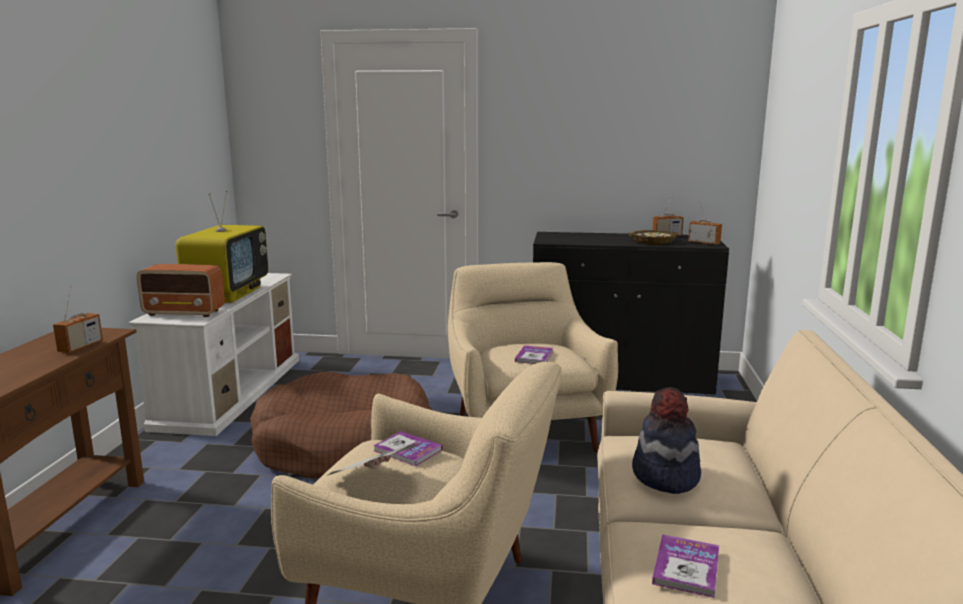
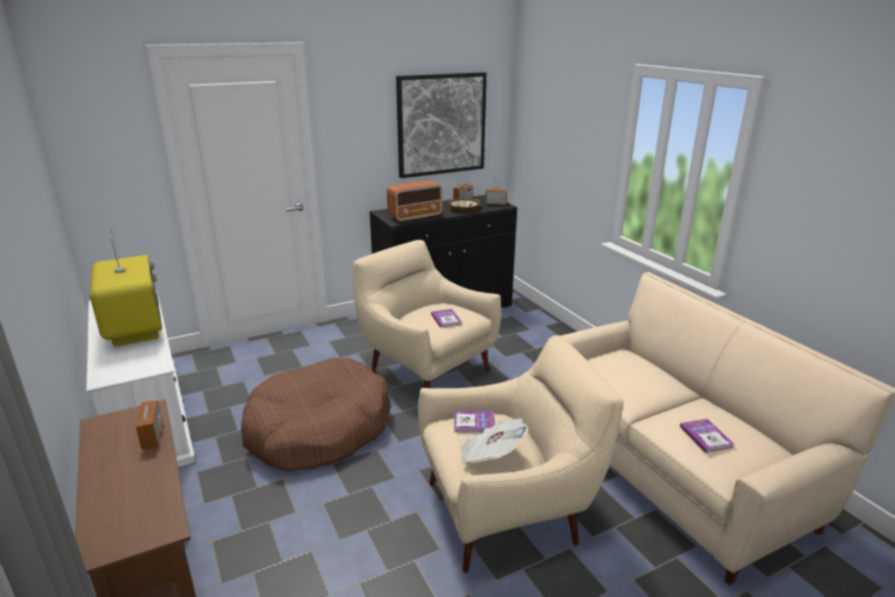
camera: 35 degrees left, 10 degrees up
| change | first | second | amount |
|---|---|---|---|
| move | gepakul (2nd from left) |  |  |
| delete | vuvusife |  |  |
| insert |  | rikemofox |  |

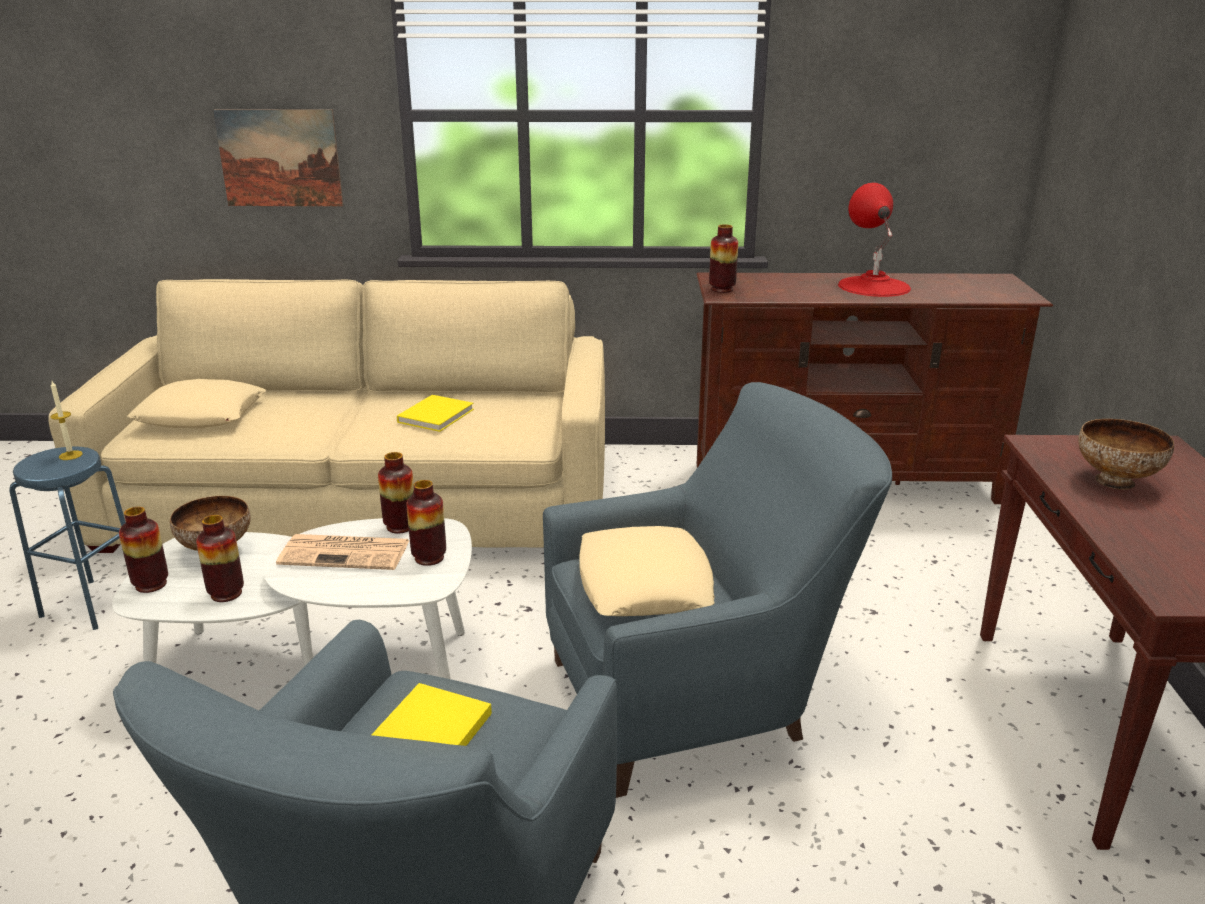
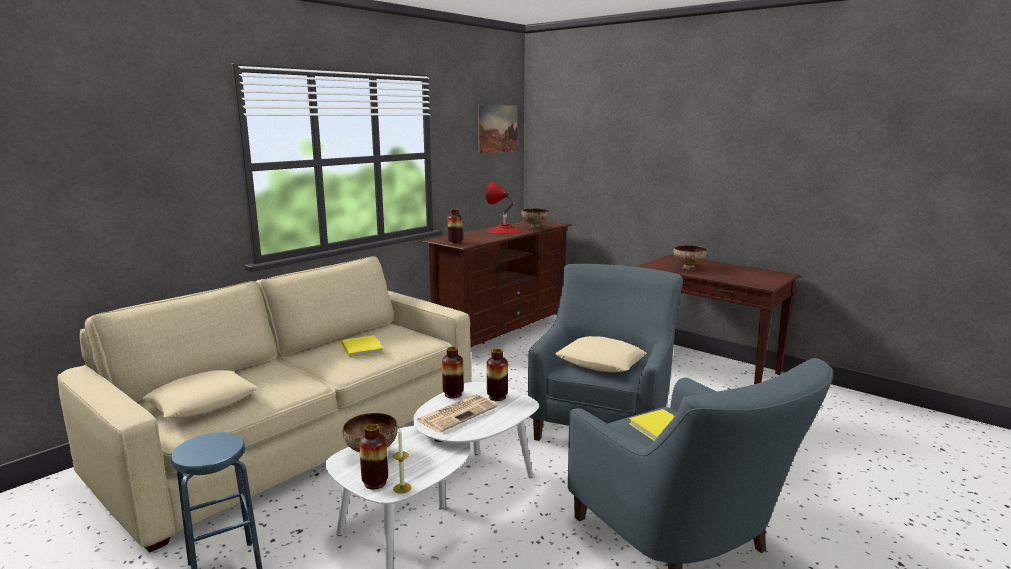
camera: 50 degrees left, 10 degrees down
| change | first | second | amount |
|---|---|---|---|
| move | rikemofox |  |  |
| move | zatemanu |  |  |
| delete | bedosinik (2nd from left) |  |  |
| insert |  | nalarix (2nd from left) |  |

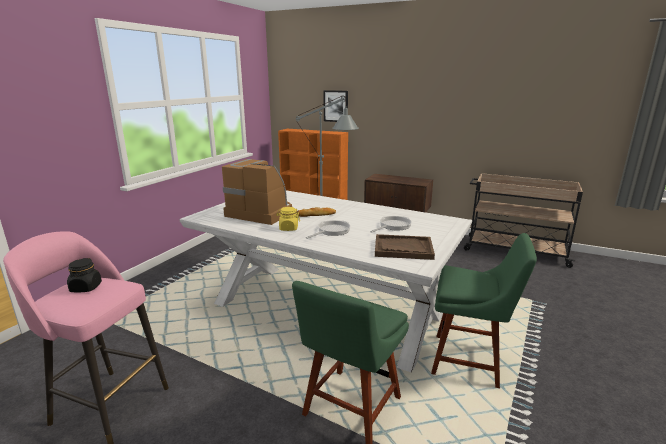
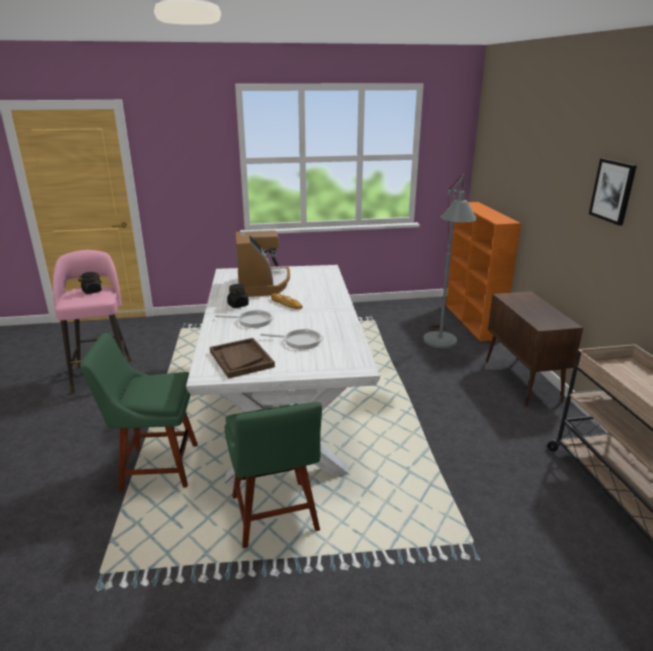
camera: 55 degrees right, 5 degrees up
| change | first | second | amount |
|---|---|---|---|
| move | rikemofox |  |  |
| recolor | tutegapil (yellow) | tutegapil (black) (2nd from left) |  |

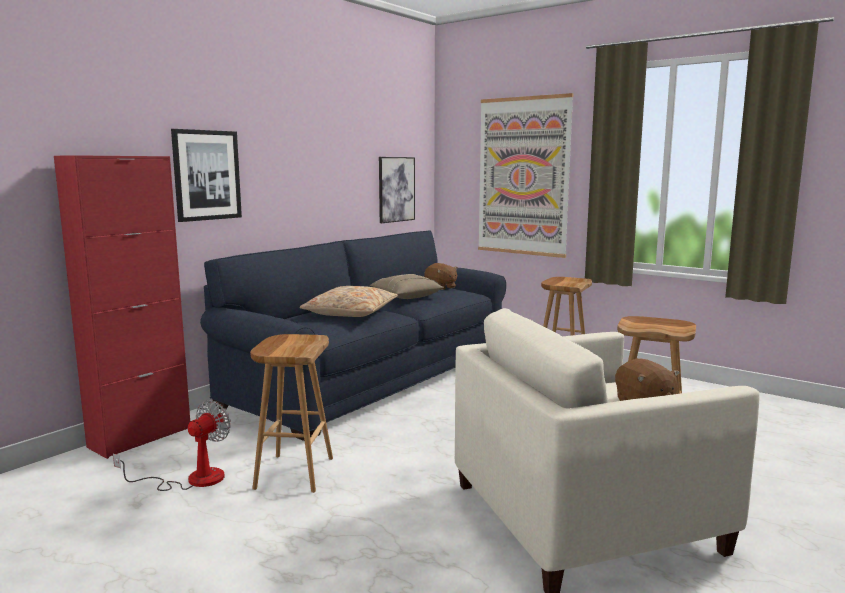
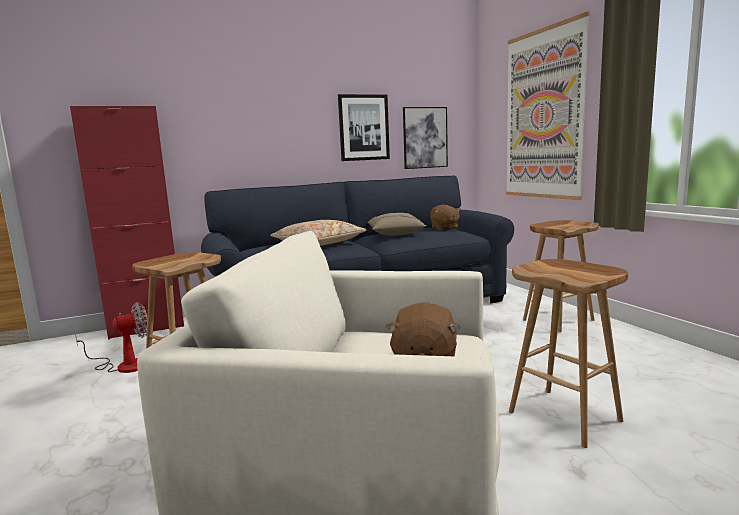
camera: 30 degrees right, 0 degrees up
| change | first | second | amount |
|---|---|---|---|
| move | rikemofox (1st from left) |  |  |

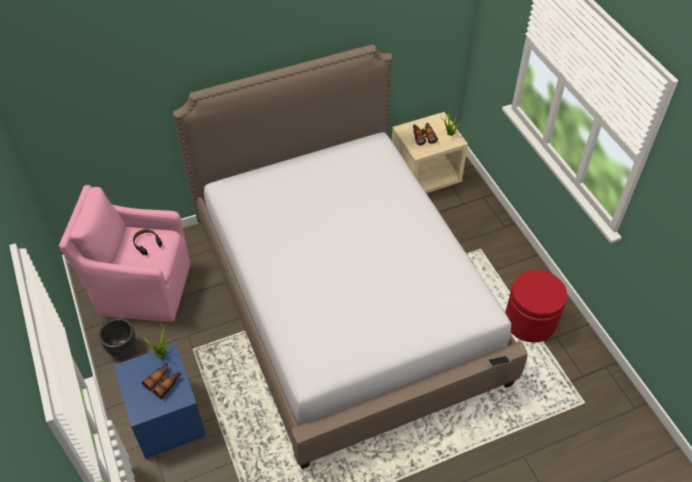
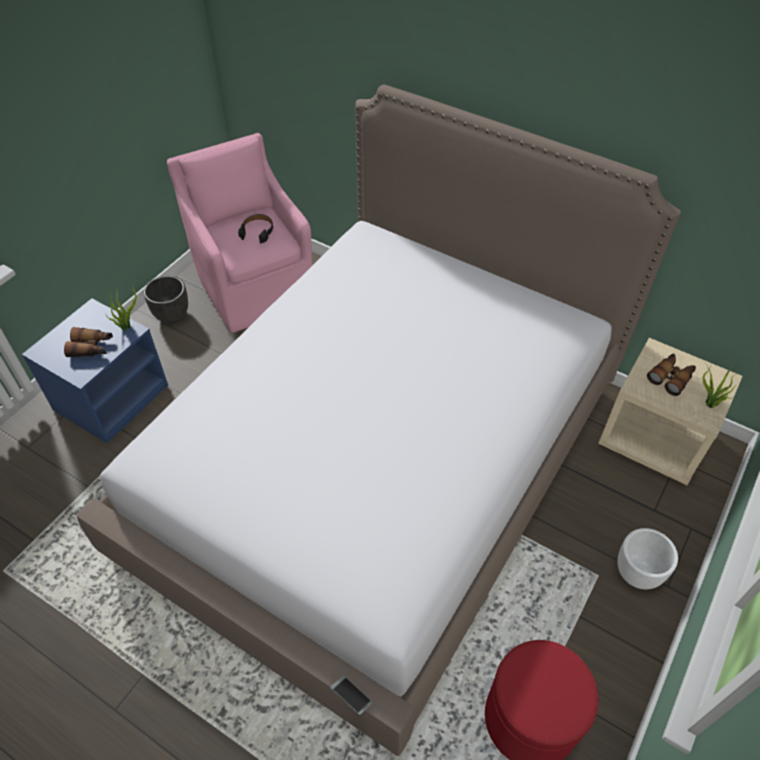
camera: 55 degrees right, 0 degrees up
| change | first | second | amount |
|---|---|---|---|
| insert |  | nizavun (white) |  |

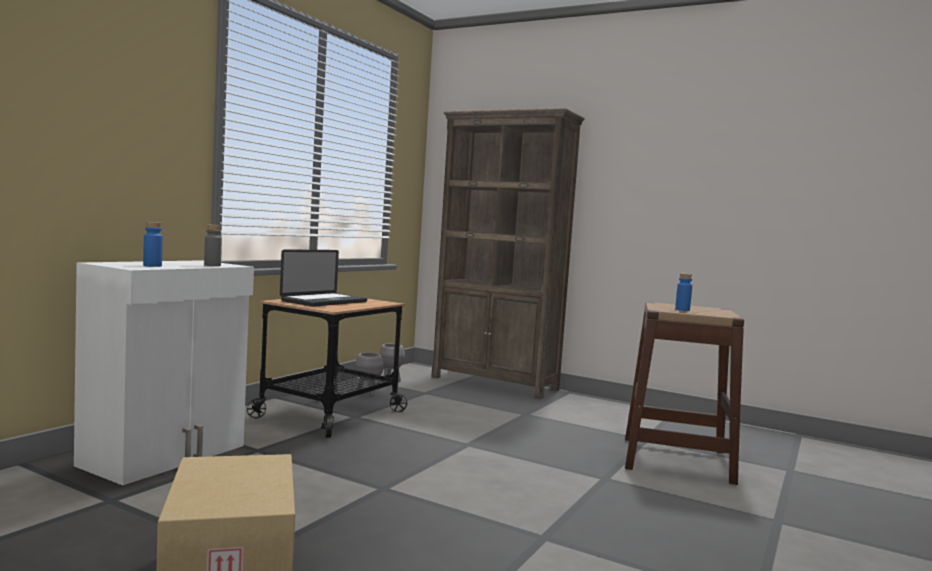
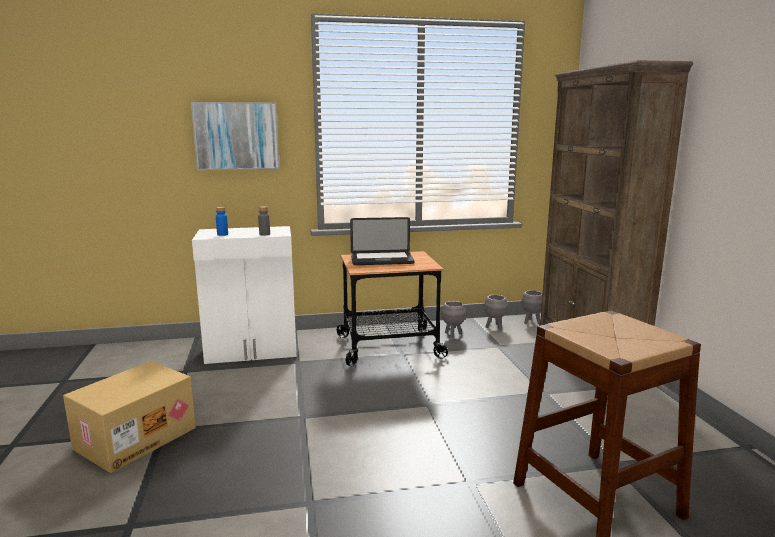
camera: 50 degrees right, 10 degrees up
| change | first | second | amount |
|---|---|---|---|
| delete | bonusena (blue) (2nd from left) |  |  |
| insert |  | rikemofox |  |
| insert |  | nizavun (grey) (3rd from left) |  |

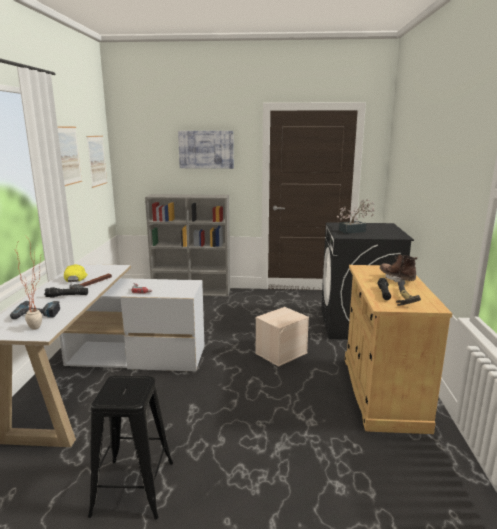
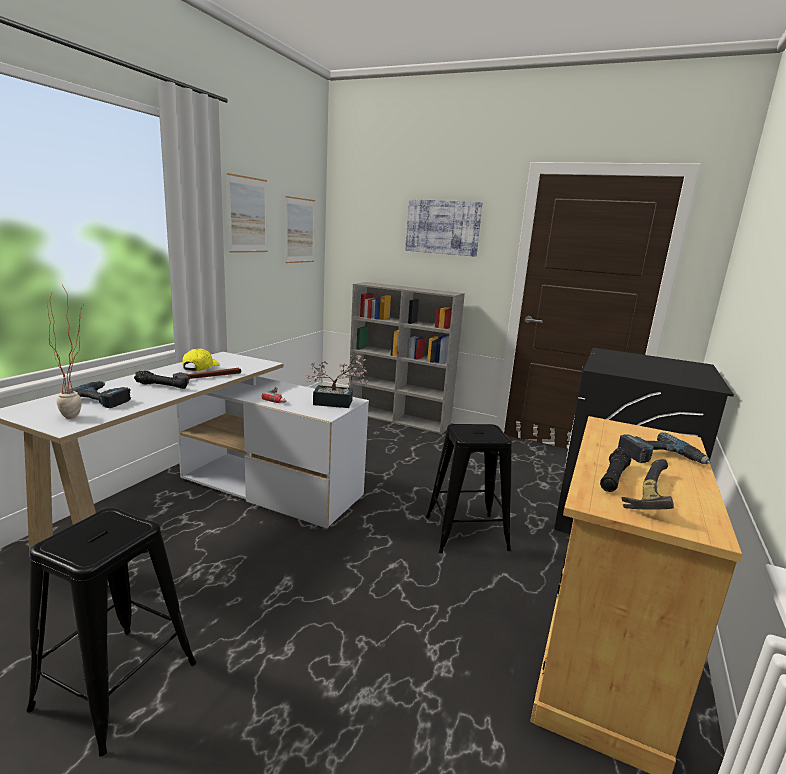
camera: 20 degrees right, 0 degrees up
| change | first | second | amount |
|---|---|---|---|
| move | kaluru (2nd from left) |  |  |
| replace | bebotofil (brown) | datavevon (3rd from left) |  |
| replace | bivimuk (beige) | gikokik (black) (2nd from left) |  |

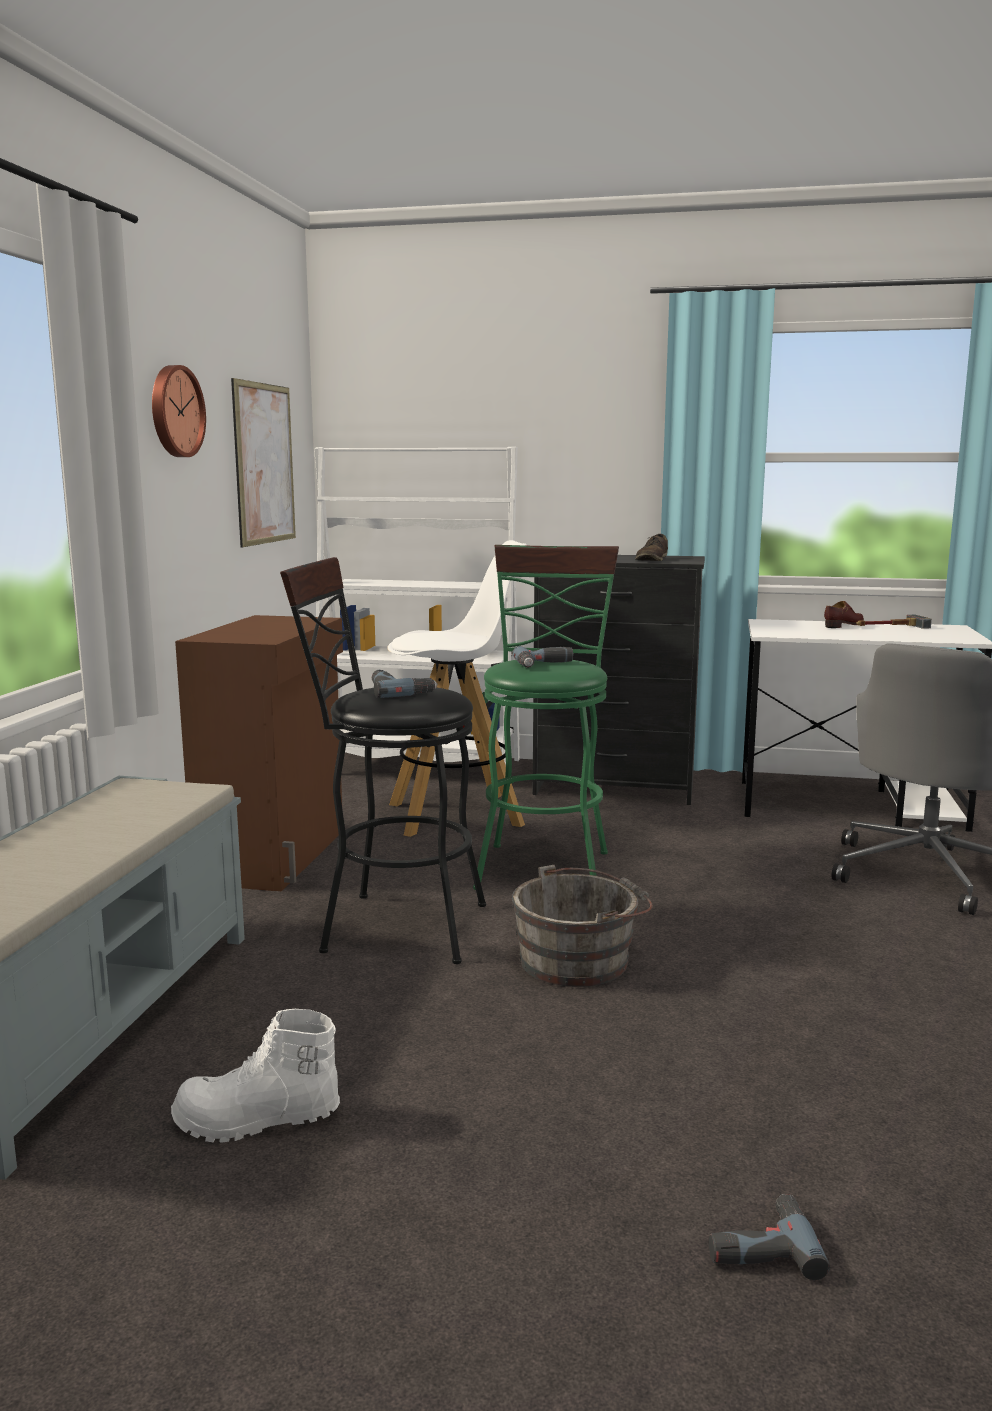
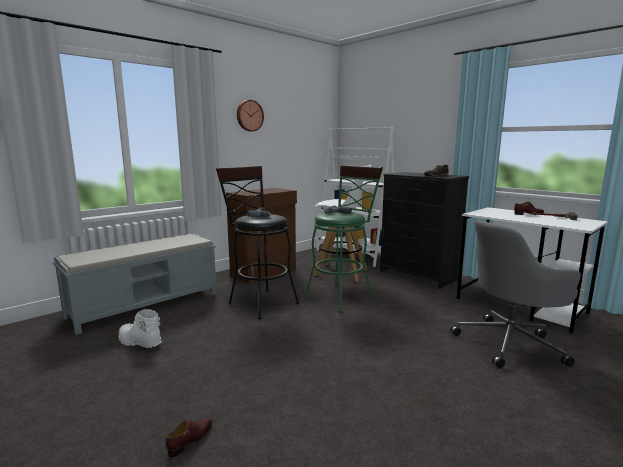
camera: 35 degrees right, 0 degrees up
| change | first | second | amount |
|---|---|---|---|
| delete | rikemofox |  |  |
| delete | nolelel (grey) |  |  |
| replace | datavevon (3rd from left) | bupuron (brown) (1st from left) |  |

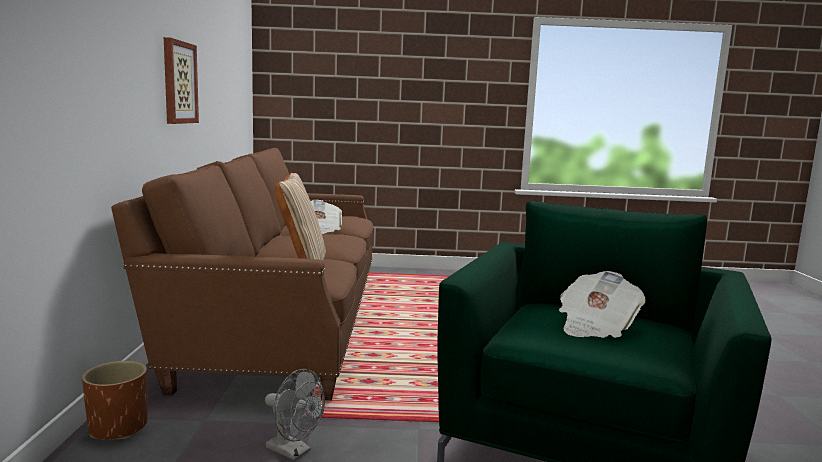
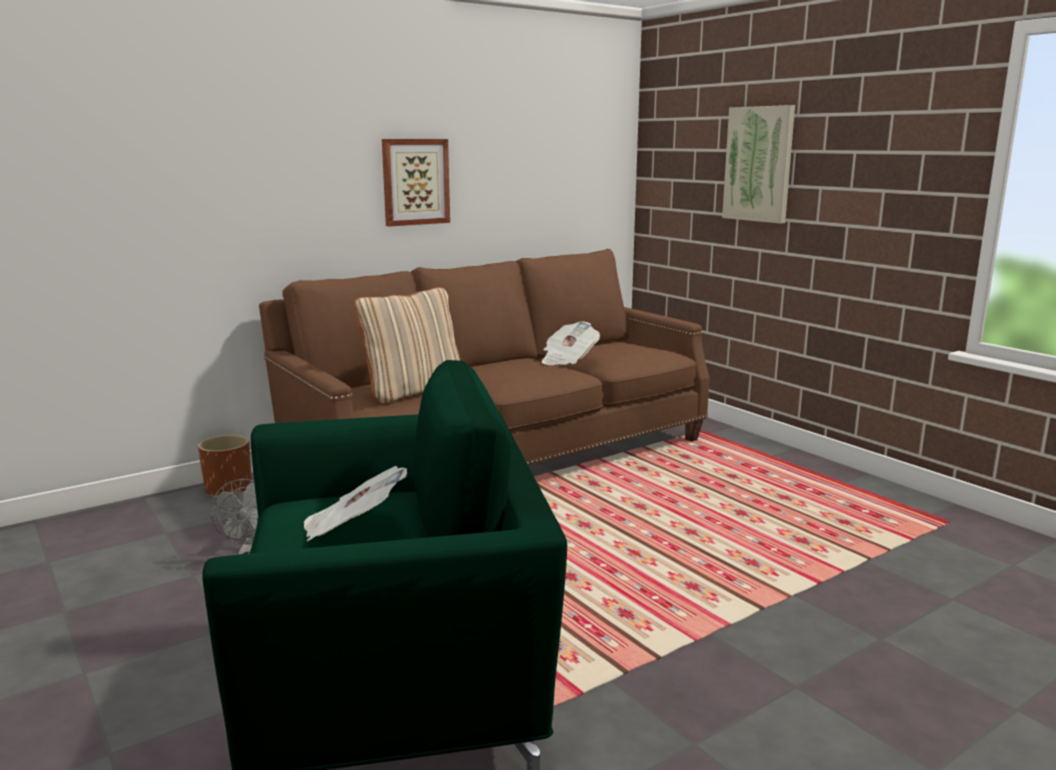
camera: 55 degrees right, 5 degrees up
| change | first | second | amount |
|---|---|---|---|
| insert |  | rikemofox (2nd from left) |  |

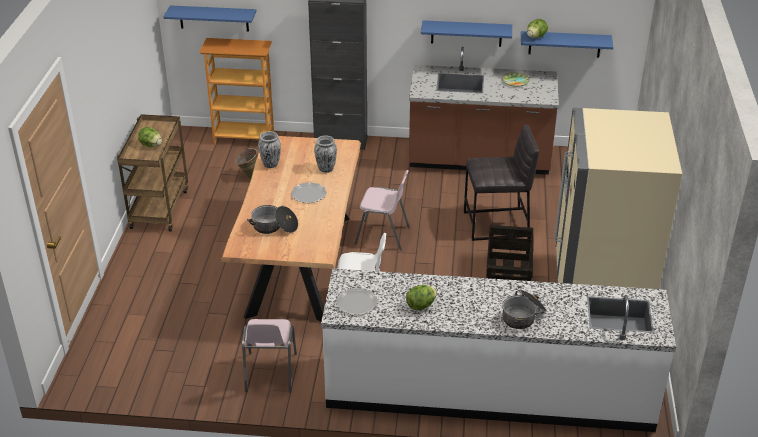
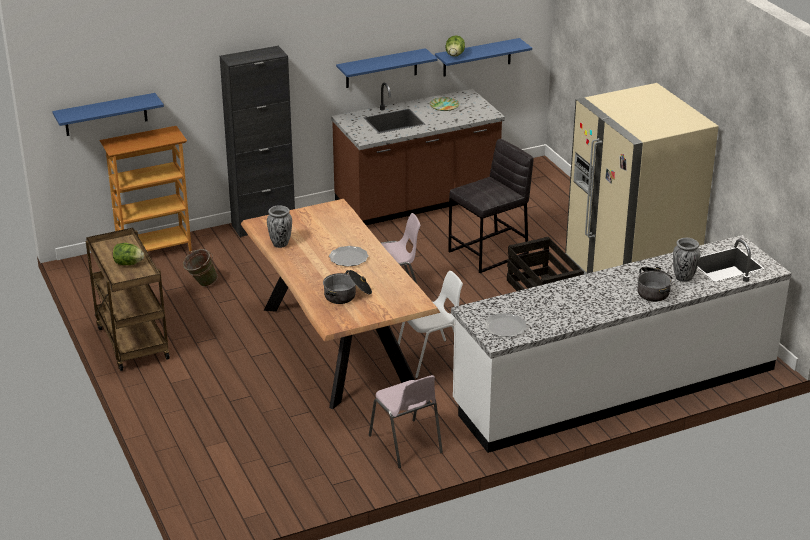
camera: 30 degrees left, 5 degrees down
| change | first | second | amount |
|---|---|---|---|
| move | bedosinik (2nd from left) |  |  |
| delete | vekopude (2nd from left) |  |  |

